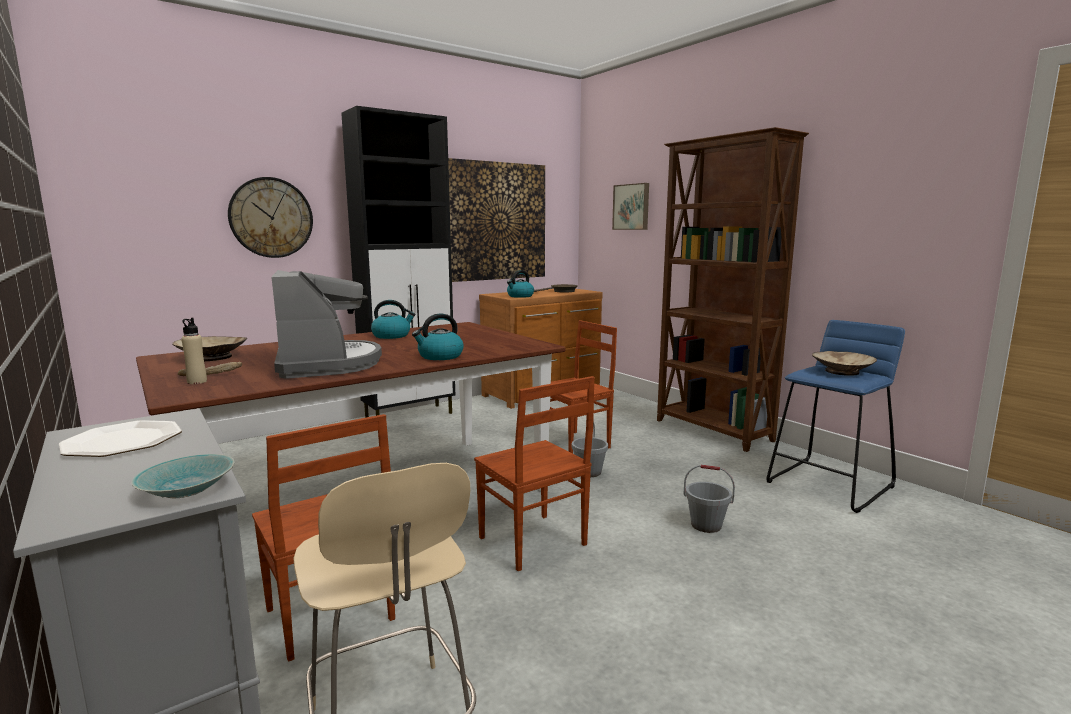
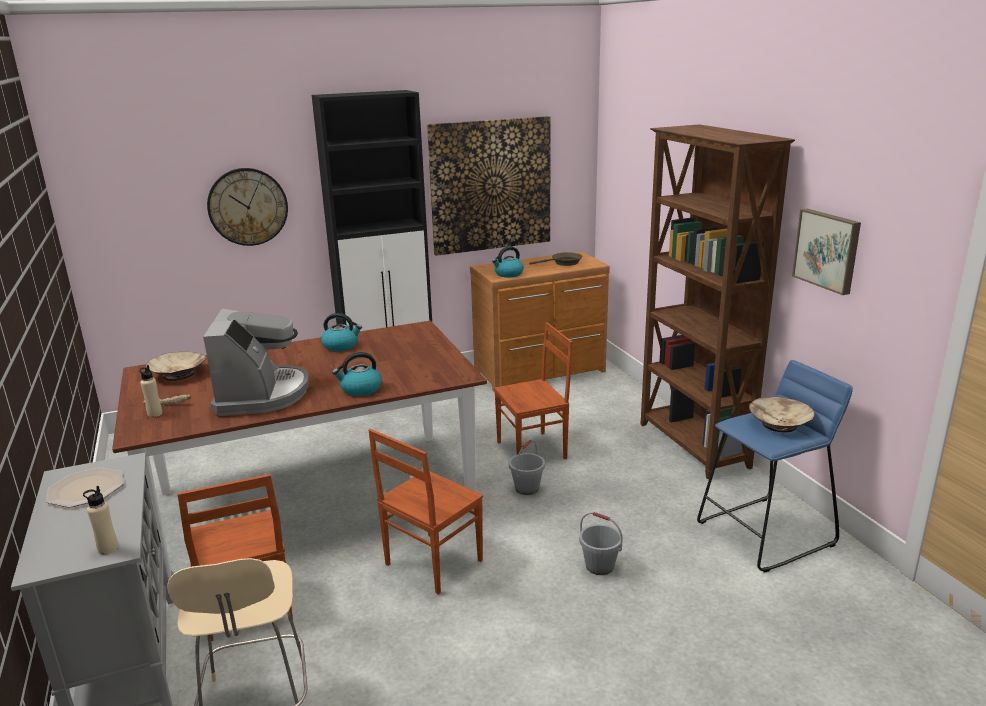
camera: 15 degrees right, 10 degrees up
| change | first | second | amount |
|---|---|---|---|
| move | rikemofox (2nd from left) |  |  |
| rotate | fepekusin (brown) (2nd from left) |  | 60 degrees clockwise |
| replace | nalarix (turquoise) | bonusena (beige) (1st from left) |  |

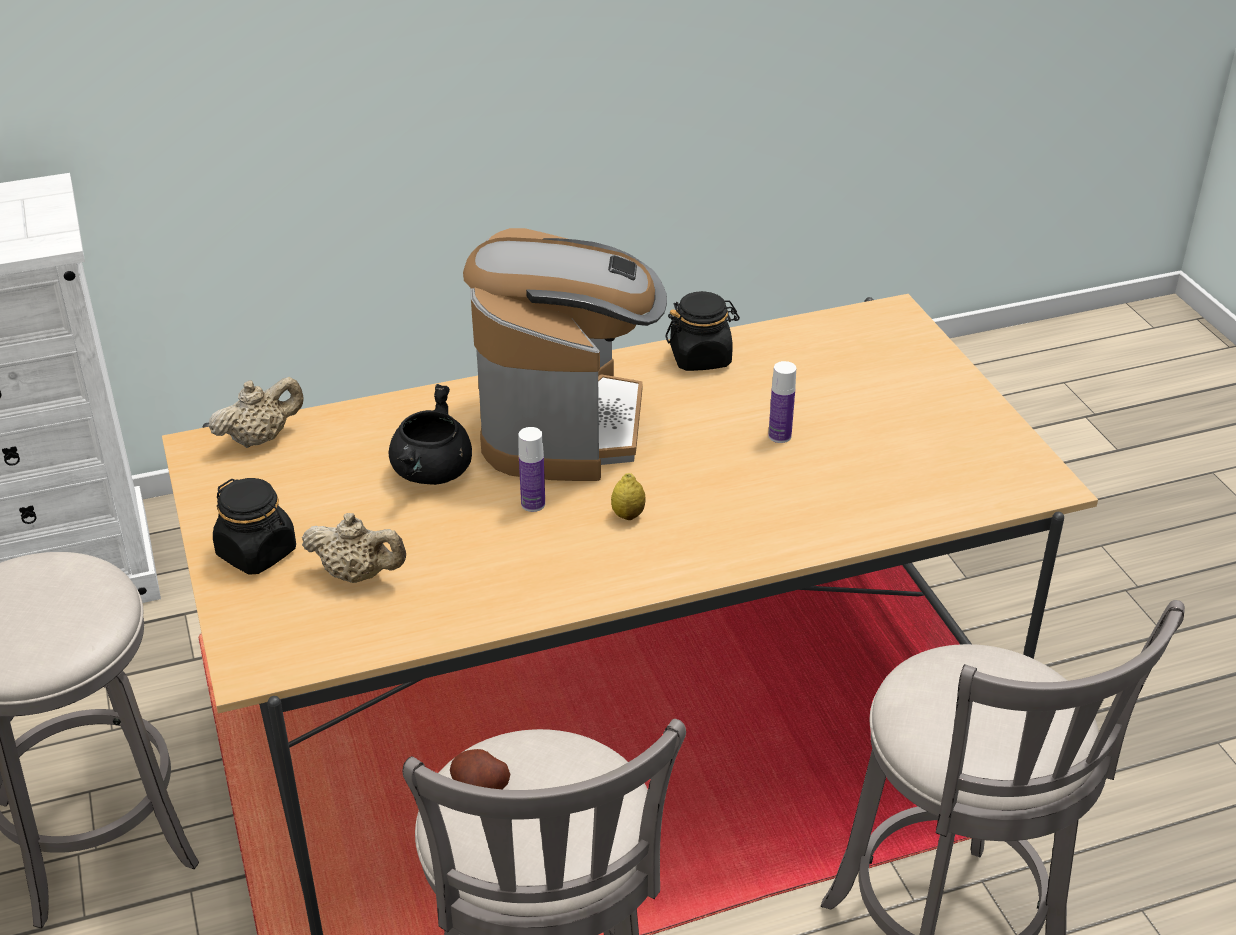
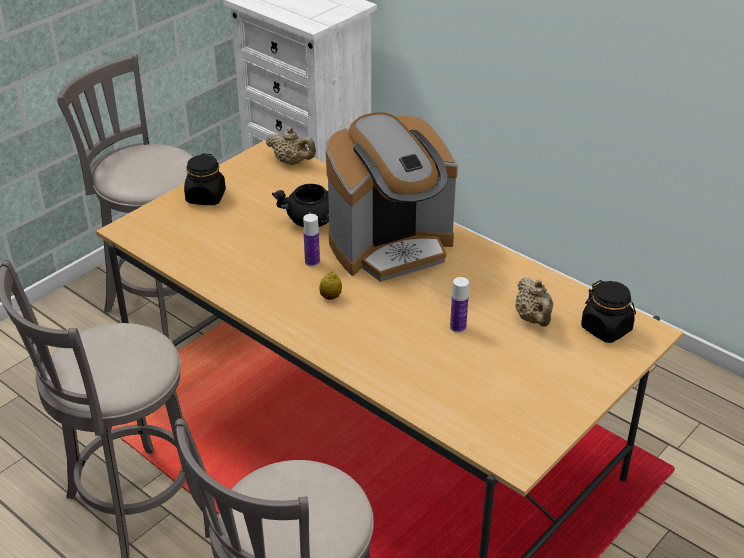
camera: 60 degrees right, 0 degrees up
| change | first | second | amount |
|---|---|---|---|
| move | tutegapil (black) (2nd from left) |  |  |
| move | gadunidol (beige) (2nd from left) |  |  |
| delete | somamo |  |  |

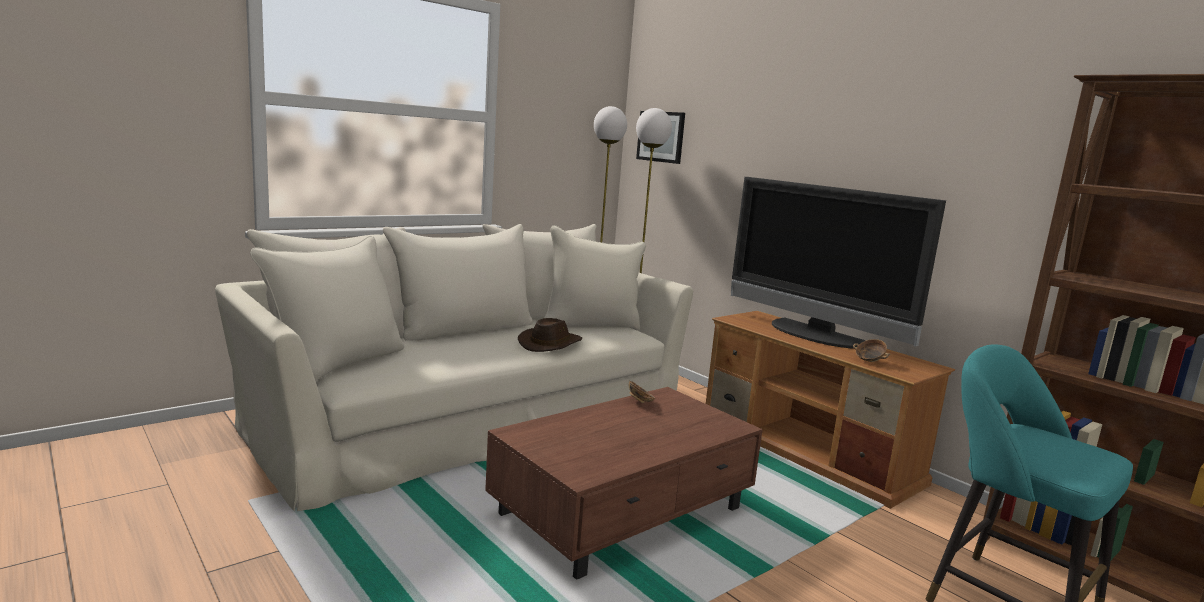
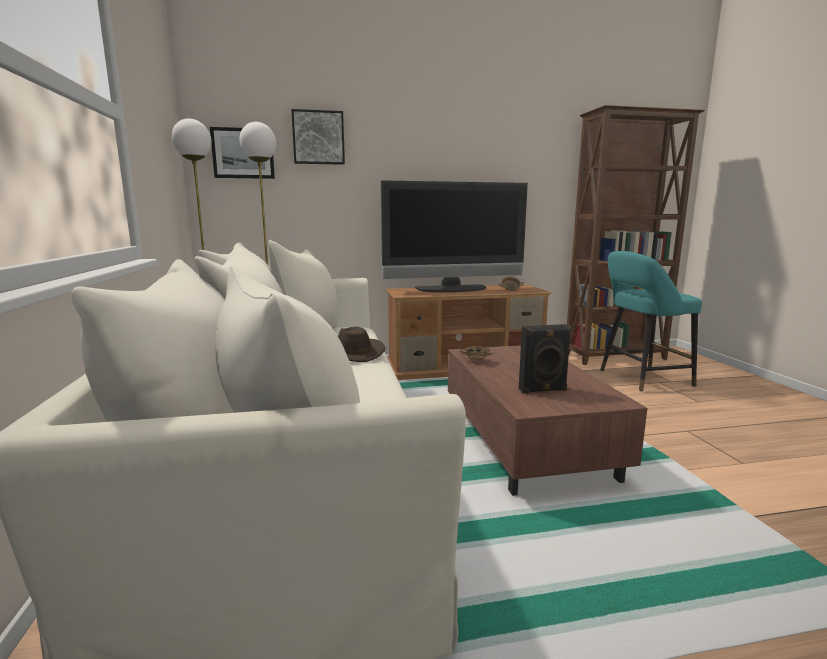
camera: 60 degrees left, 0 degrees up
| change | first | second | amount |
|---|---|---|---|
| insert |  | rikemofox (2nd from left) |  |
| insert |  | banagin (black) |  |

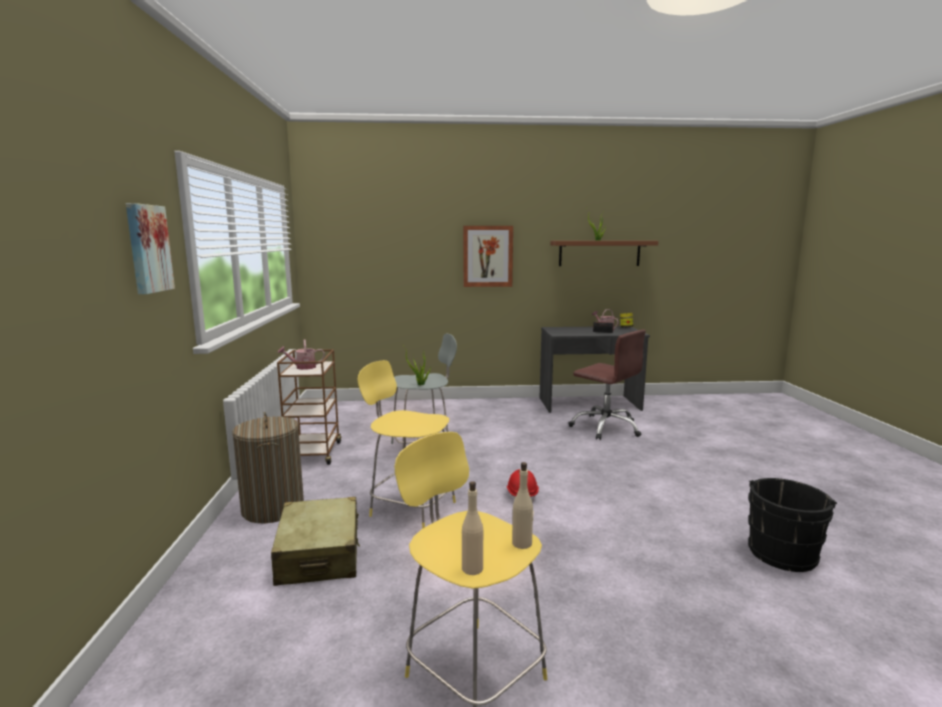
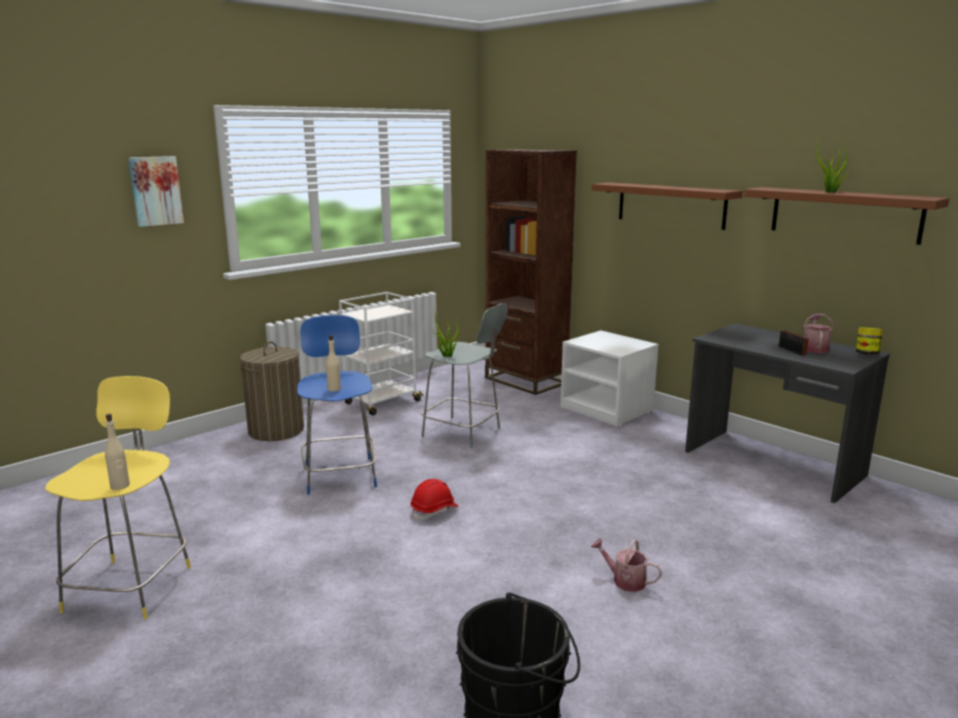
camera: 50 degrees right, 5 degrees up
| change | first | second | amount |
|---|---|---|---|
| replace | rikemofox (2nd from left) | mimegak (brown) (1st from left) |  |
| delete | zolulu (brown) |  |  |
| move | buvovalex (1st from left) |  |  |
| recolor | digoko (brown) | digoko (white) |  |
| recolor | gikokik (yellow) (1st from left) | gikokik (blue) |  |
| move | bonusena (beige) (1st from left in the first image) | bonusena (beige) (2nd from left) |  |
| delete | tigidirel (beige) |  |  |
| insert |  | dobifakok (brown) |  |
| insert |  | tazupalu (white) |  |

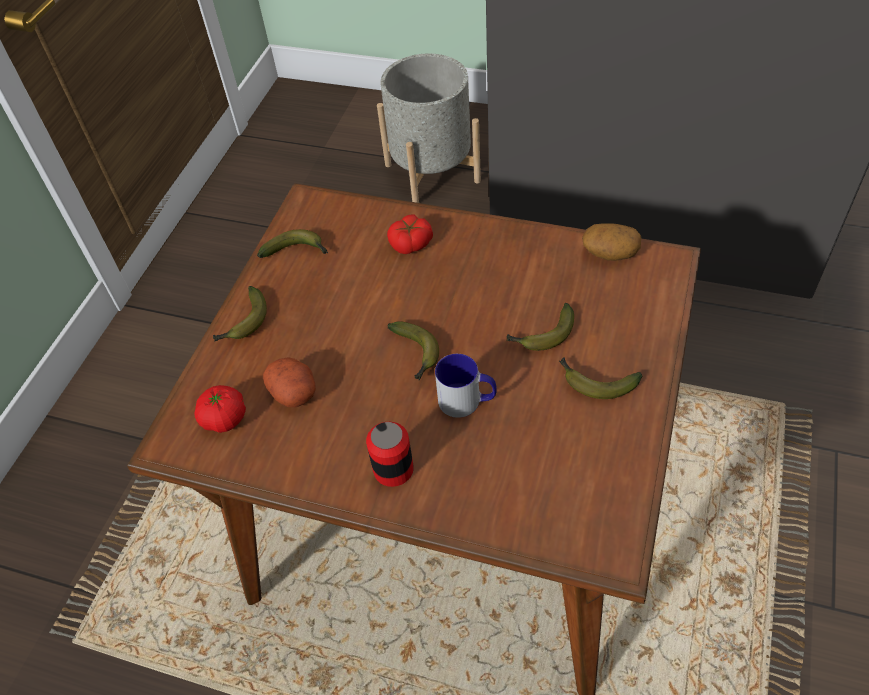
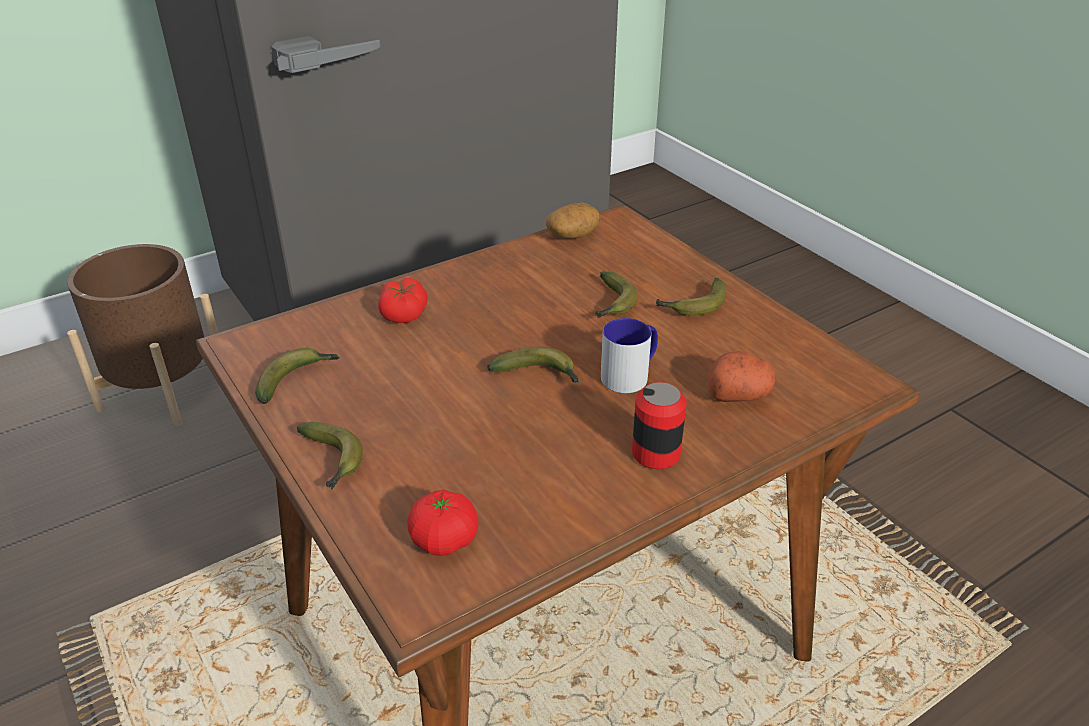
camera: 55 degrees left, 15 degrees down
| change | first | second | amount |
|---|---|---|---|
| recolor | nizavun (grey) | nizavun (brown) |  |
| move | somamo (1st from left in the first image) | somamo (2nd from left) |  |

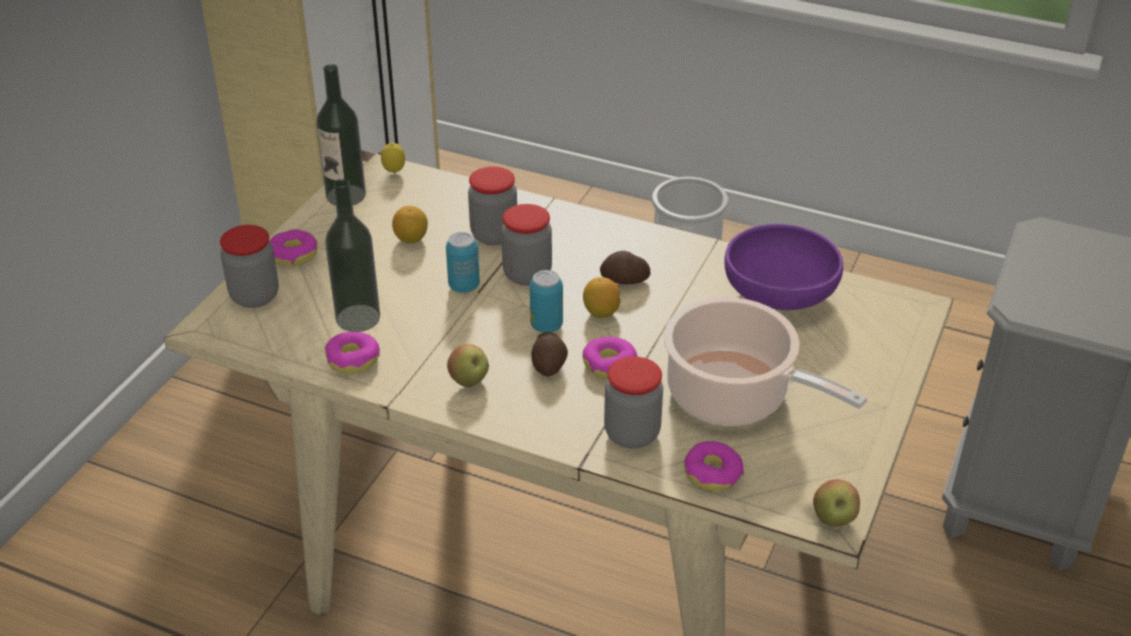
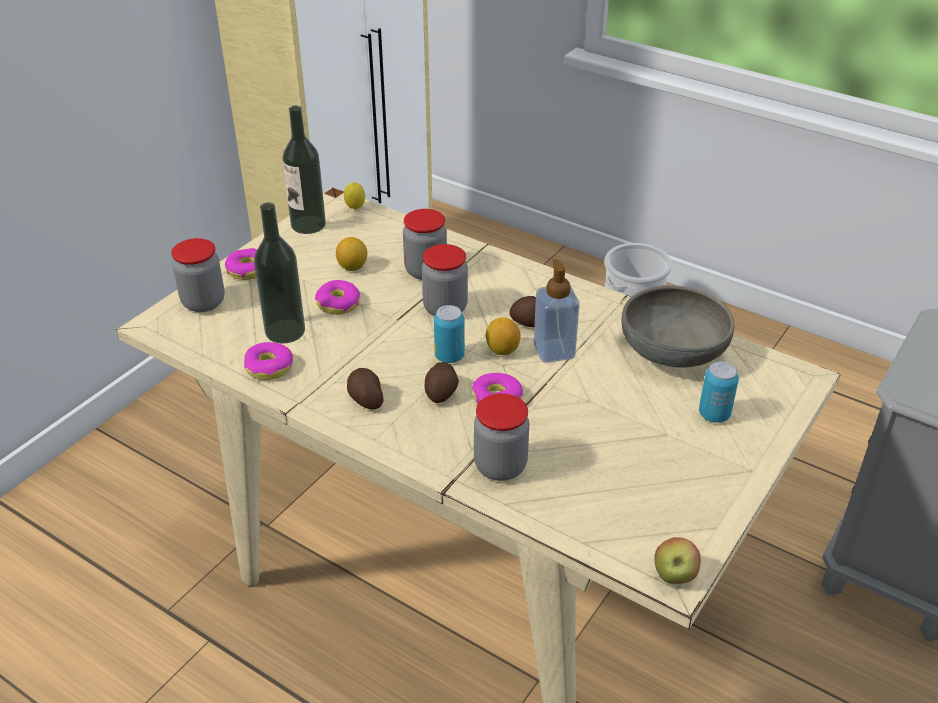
camera: 10 degrees right, 0 degrees up
| change | first | second | amount |
|---|---|---|---|
| recolor | nalarix (purple) | nalarix (grey) |  |
| move | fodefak (1st from left in the first image) | fodefak (2nd from left) |  |
| delete | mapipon |  |  |
| replace | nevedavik (1st from left) | somamo (1st from left) |  |
| move | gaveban (4th from left in the first image) | gaveban (3rd from left) |  |
| insert |  | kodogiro |  |

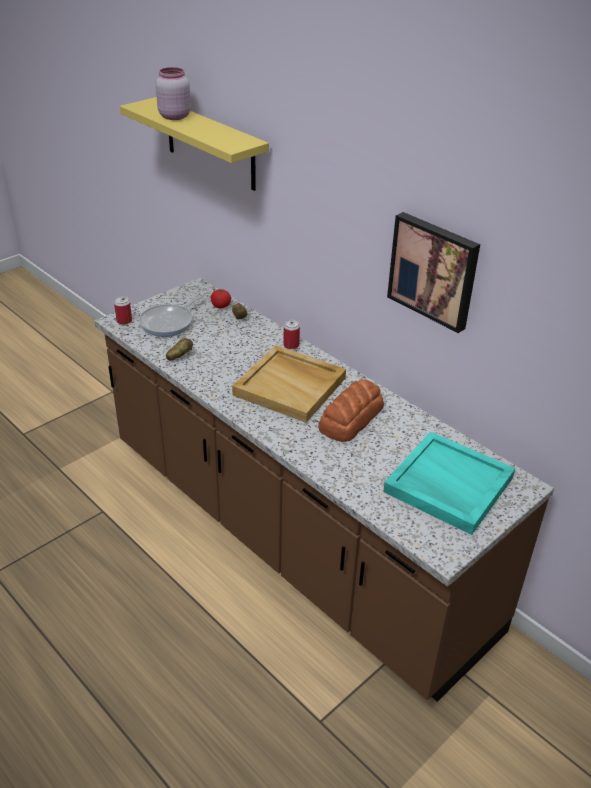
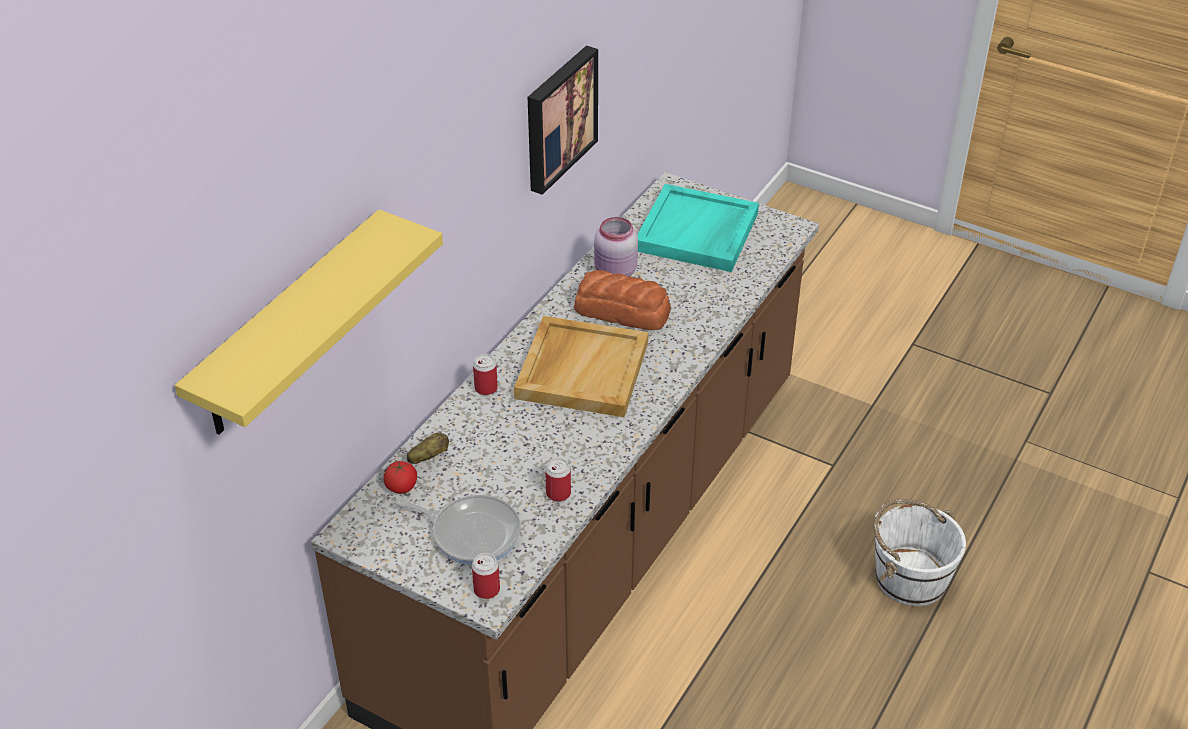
camera: 105 degrees left, 5 degrees up
| change | first | second | amount |
|---|---|---|---|
| move | tutegapil (pink) |  |  |
| replace | somamo (1st from left) | fodefak (3rd from left) |  |
| insert |  | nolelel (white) |  |

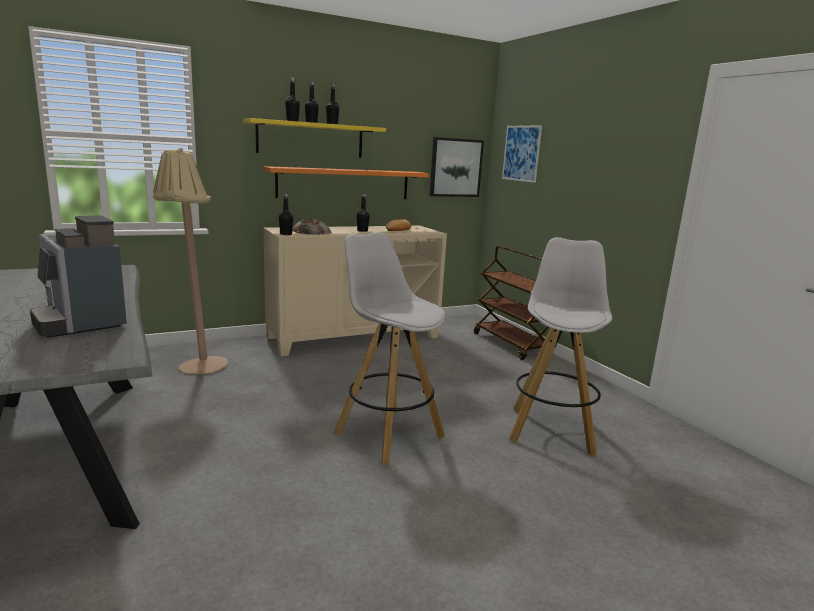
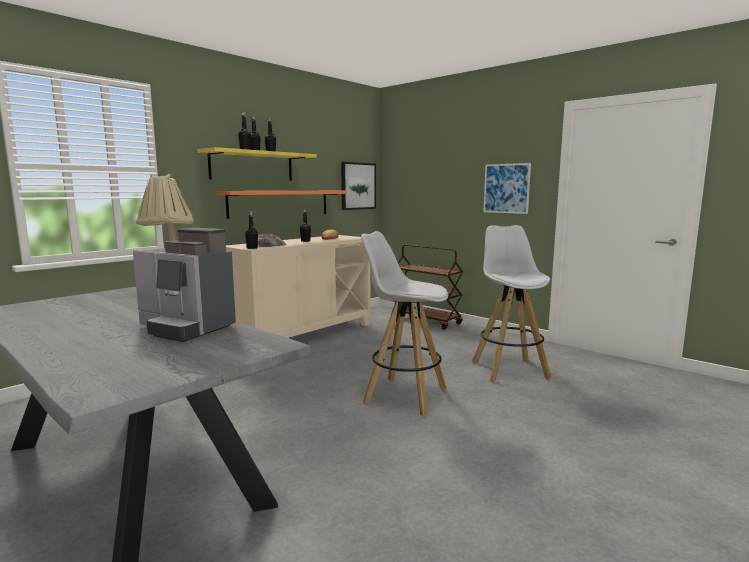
camera: 20 degrees left, 5 degrees down
| change | first | second | amount |
|---|---|---|---|
| move | rikemofox (2nd from left) |  |  |

